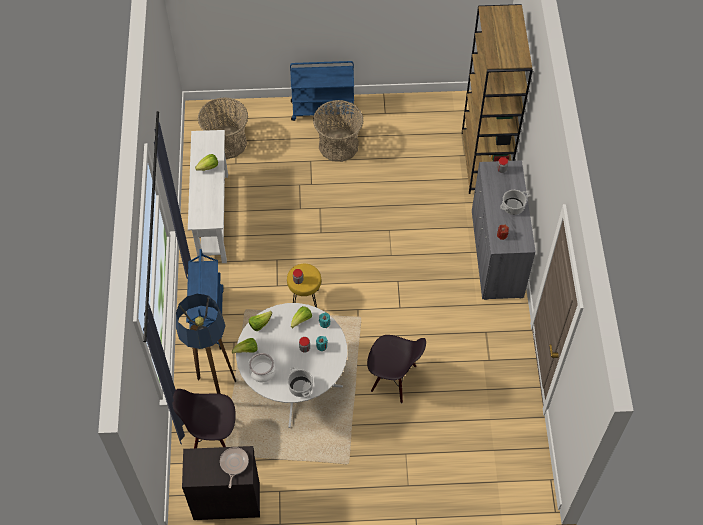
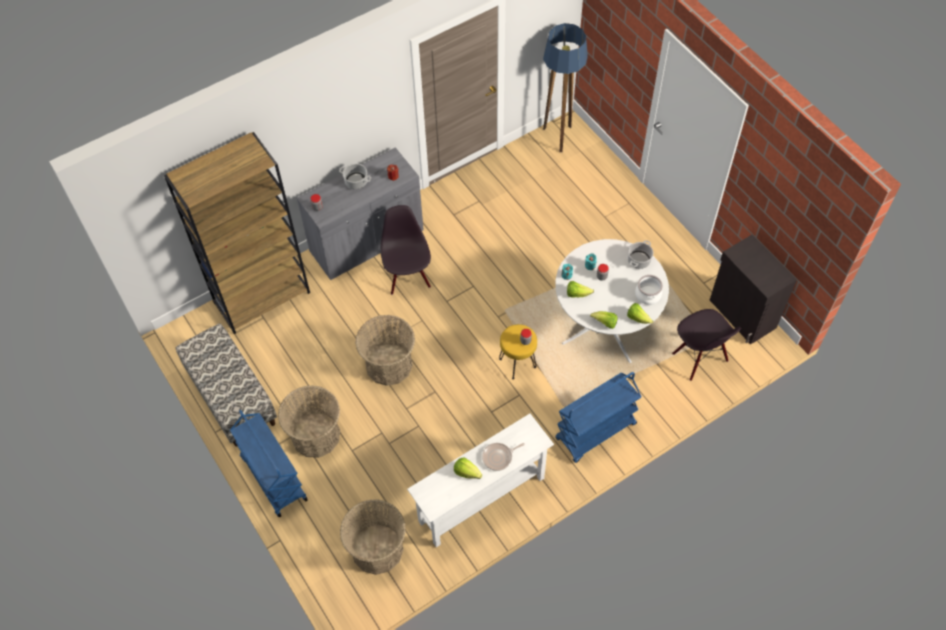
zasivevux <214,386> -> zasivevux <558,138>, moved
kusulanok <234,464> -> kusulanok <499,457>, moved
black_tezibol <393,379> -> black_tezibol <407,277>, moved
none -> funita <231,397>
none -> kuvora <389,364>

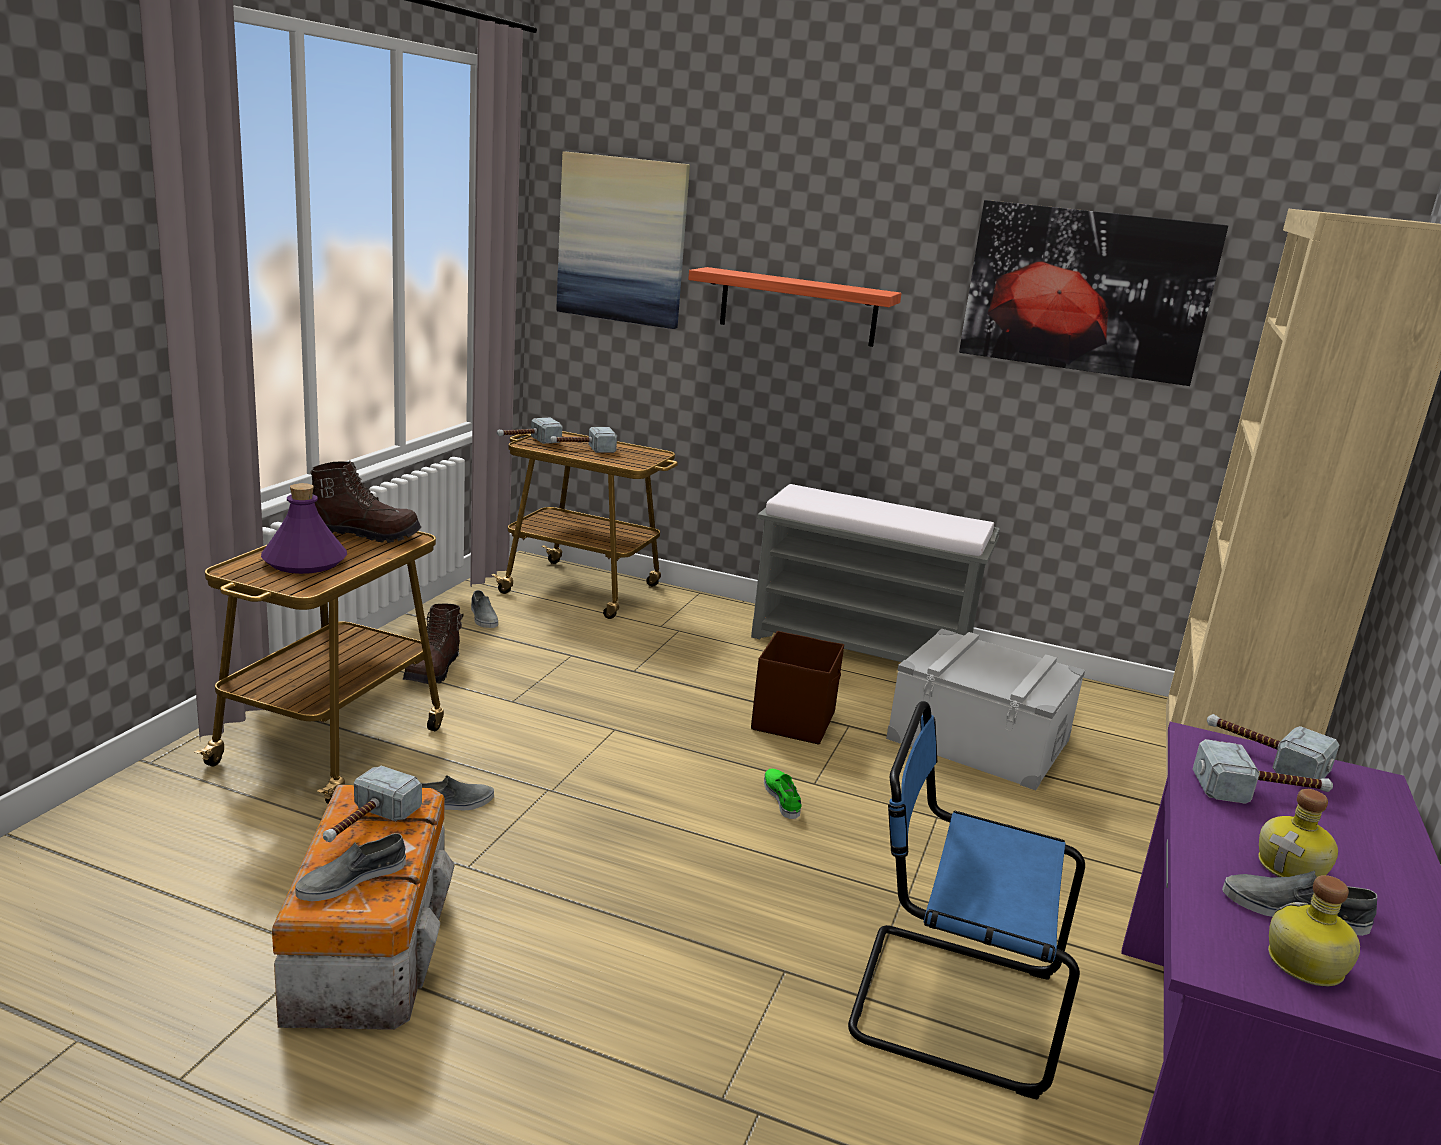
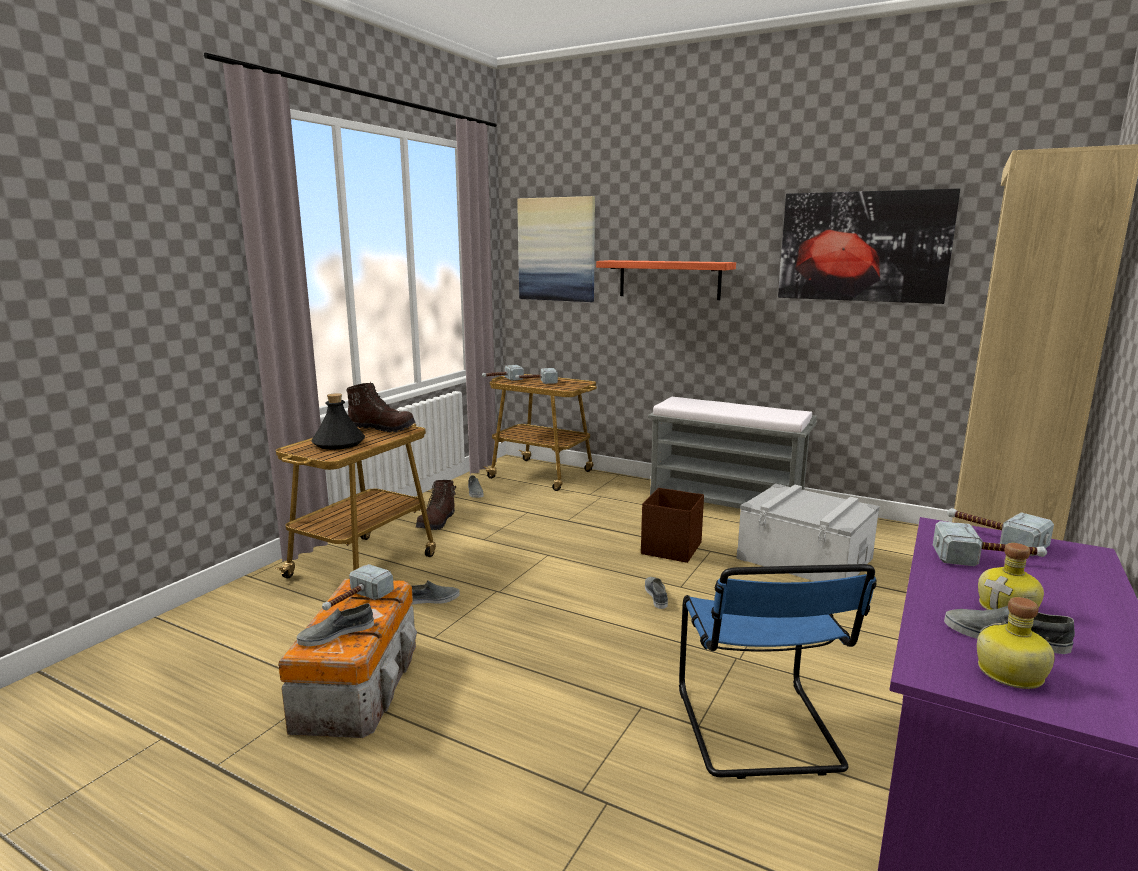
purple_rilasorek <305,562> -> black_rilasorek <339,443>
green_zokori <782,797> -> grey_zokori <656,595>
blue_tezibol <946,1004> -> blue_tezibol <759,732>, 120 degrees counterclockwise

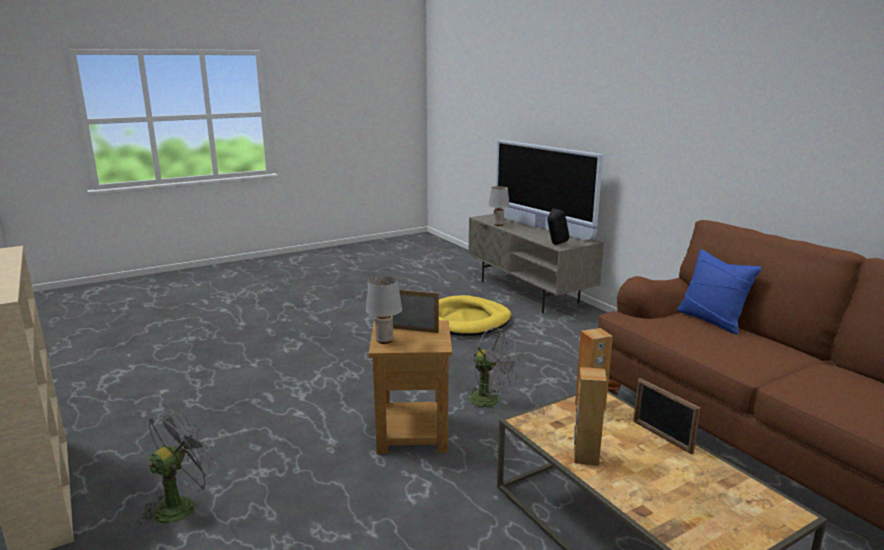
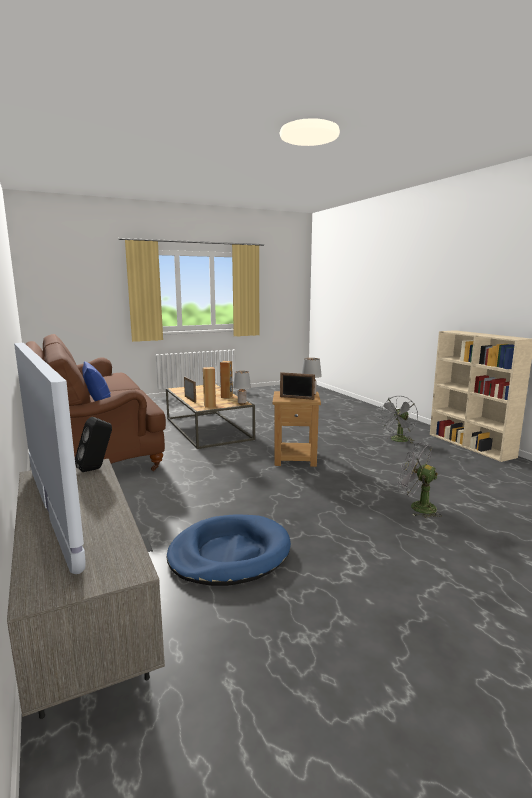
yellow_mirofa <466,320> -> blue_mirofa <229,554>
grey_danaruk <490,401> -> grey_danaruk <417,507>, moved
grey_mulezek <498,224> -> grey_mulezek <242,403>, moved

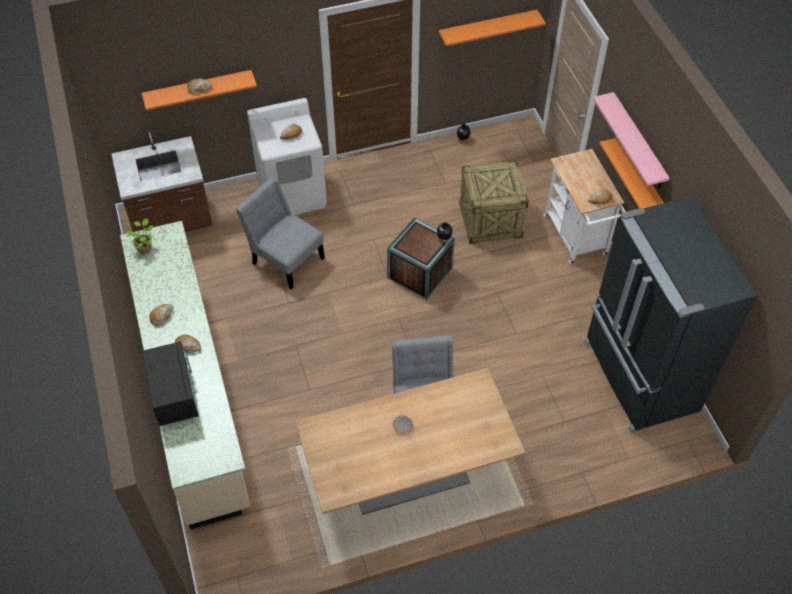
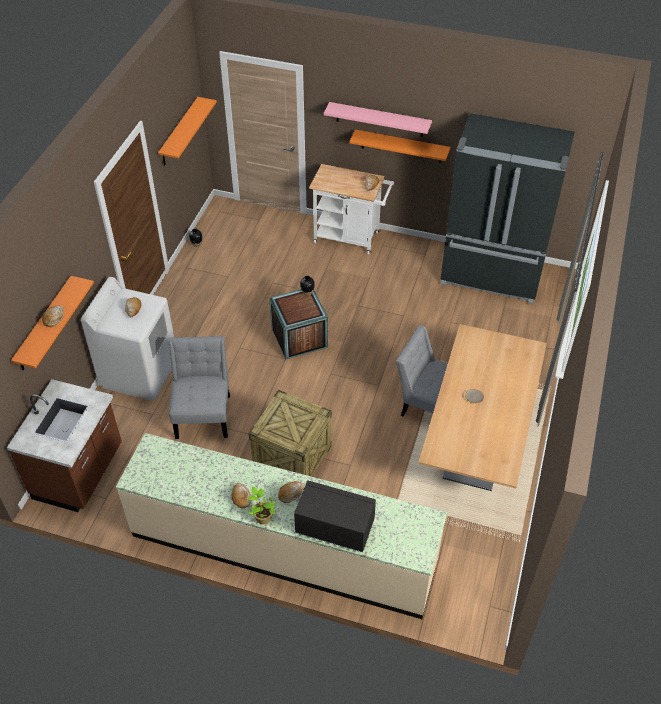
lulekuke <145,248> -> lulekuke <262,517>, moved
grey_tezibol <285,258> -> grey_tezibol <203,413>, 105 degrees clockwise
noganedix <490,219> -> noganedix <291,456>, moved

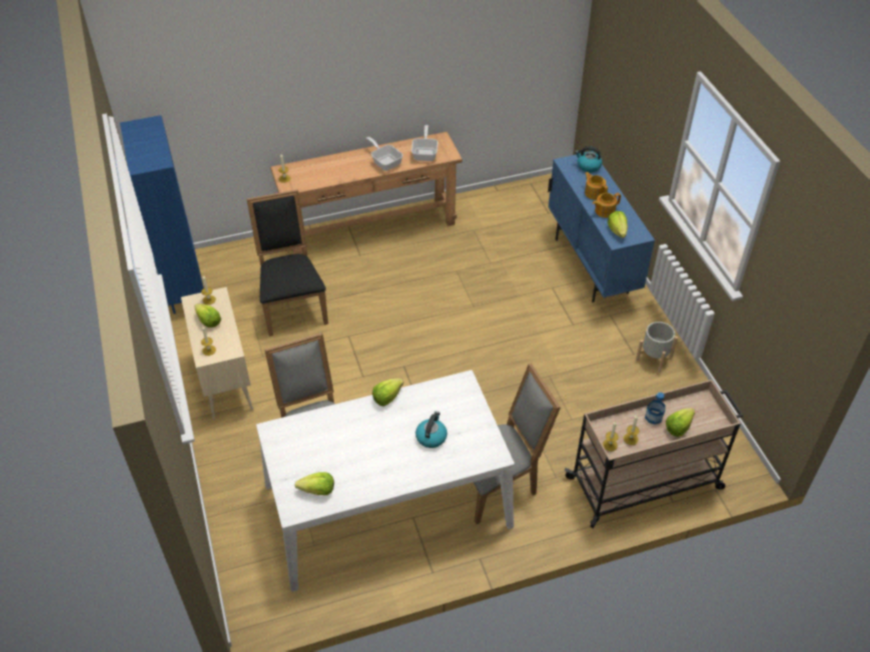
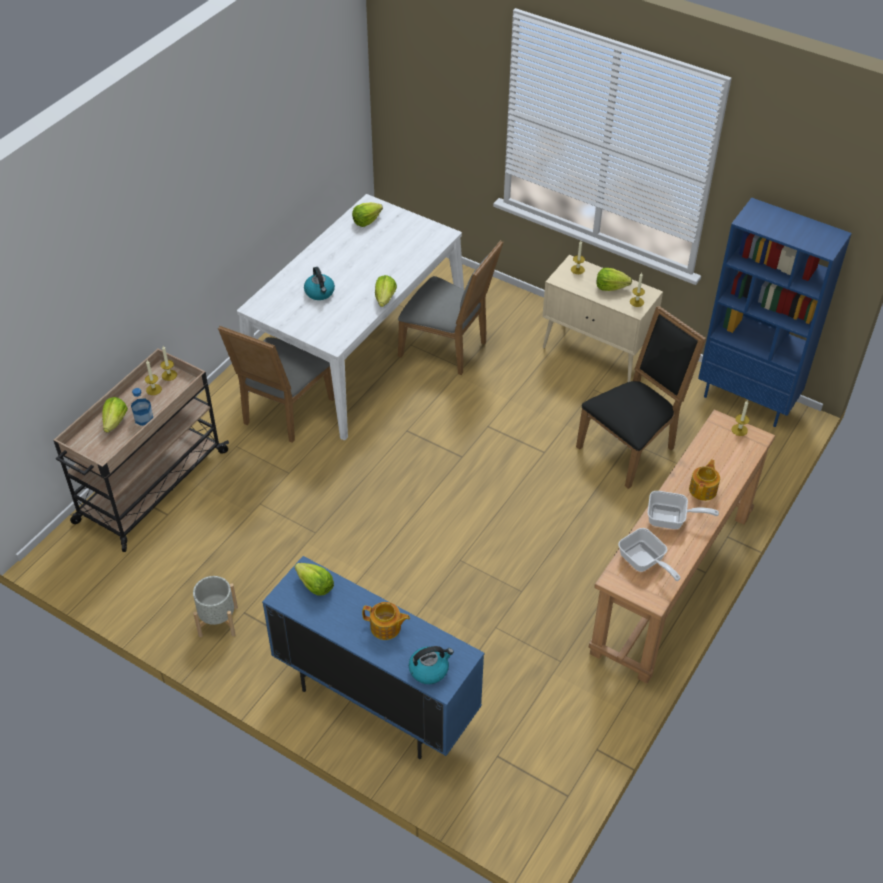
black_tezibol <292,305> -> black_tezibol <631,447>, 75 degrees counterclockwise
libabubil <604,211> -> libabubil <703,489>, moved

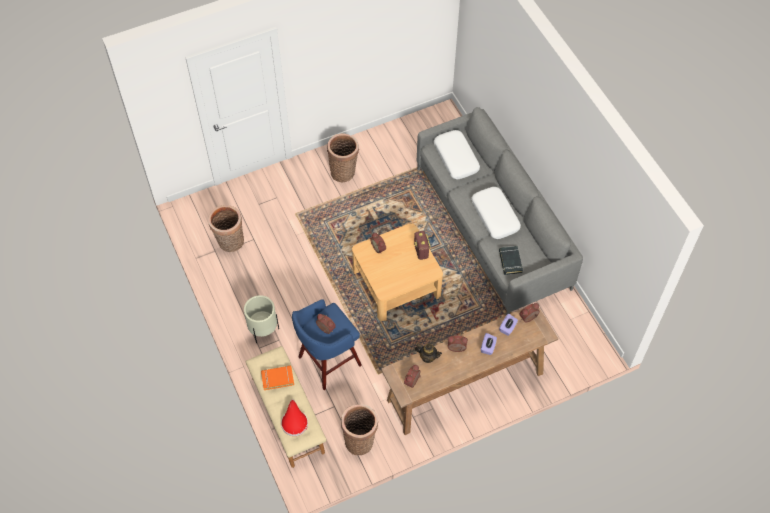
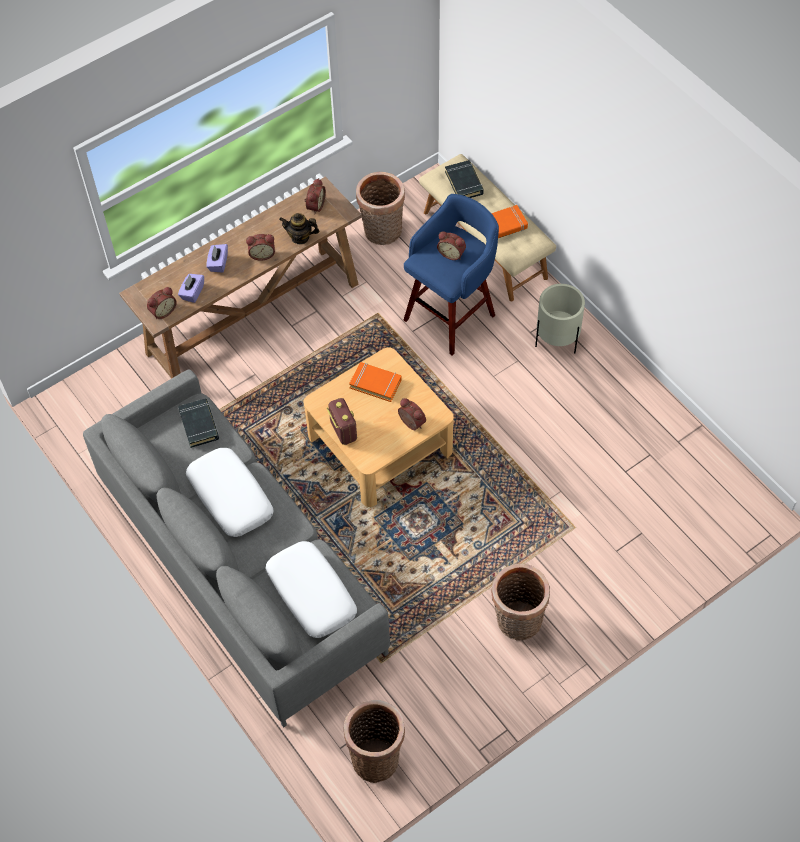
kuvora <230,243> -> kuvora <376,757>, moved
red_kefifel <294,421> -> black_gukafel <464,183>
none -> orange_gukafel <375,384>

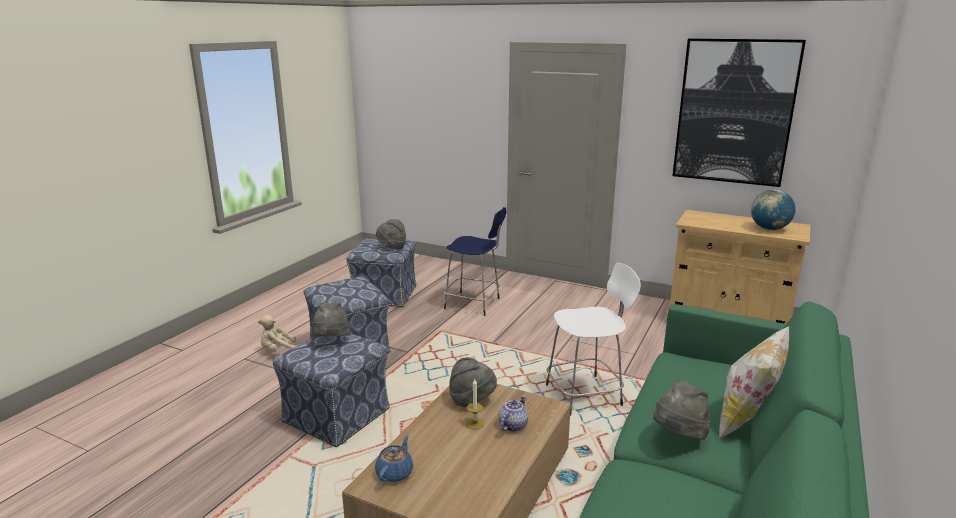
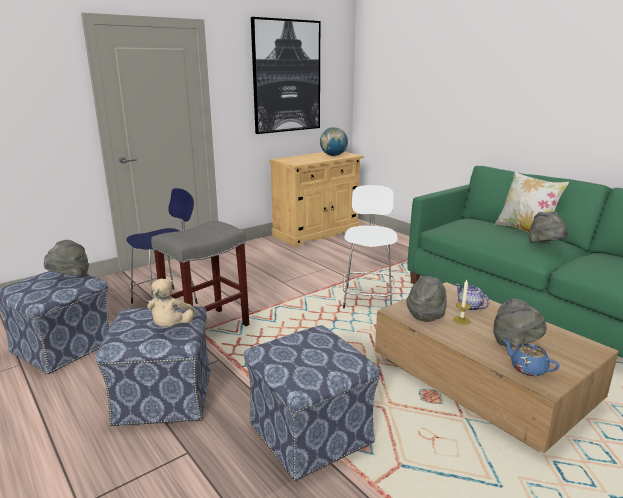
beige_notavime <278,351> -> beige_notavime <171,327>, moved
grey_kefifel <331,341> -> grey_kefifel <515,343>, moved
none -> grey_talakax <206,329>

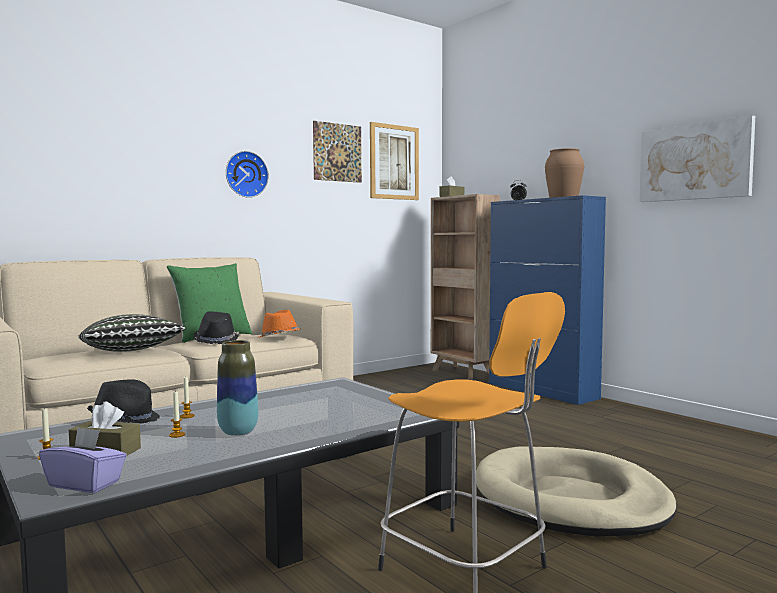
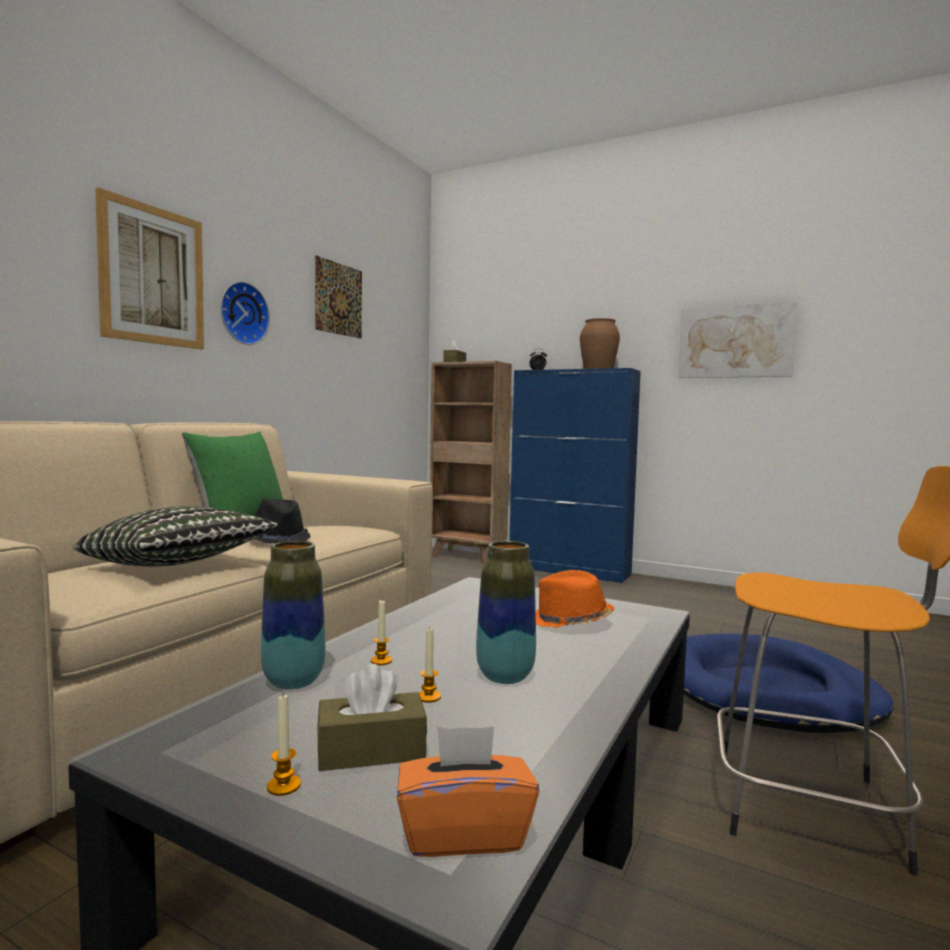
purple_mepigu <85,484> -> orange_mepigu <464,832>
black_kefifel <125,420> -> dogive <293,682>
orange_kefifel <279,338> -> orange_kefifel <570,622>, moved
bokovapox <394,162> -> bokovapox <152,275>, moved
beige_mirofa <570,499> -> blue_mirofa <766,691>

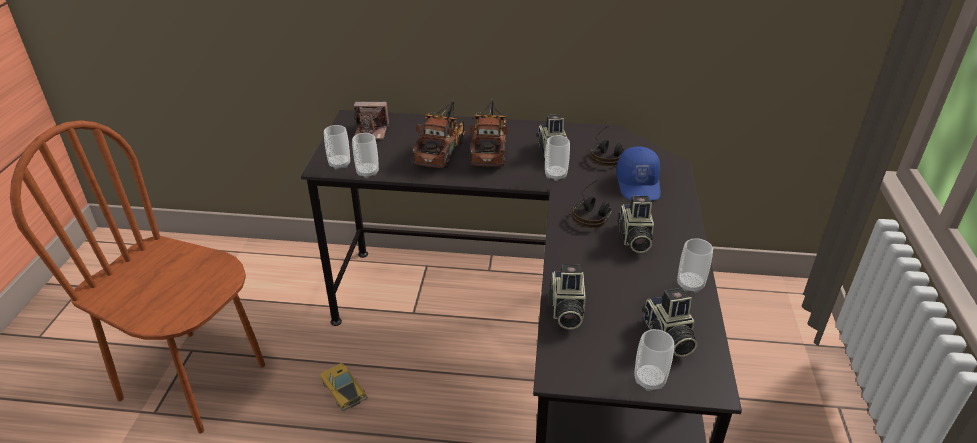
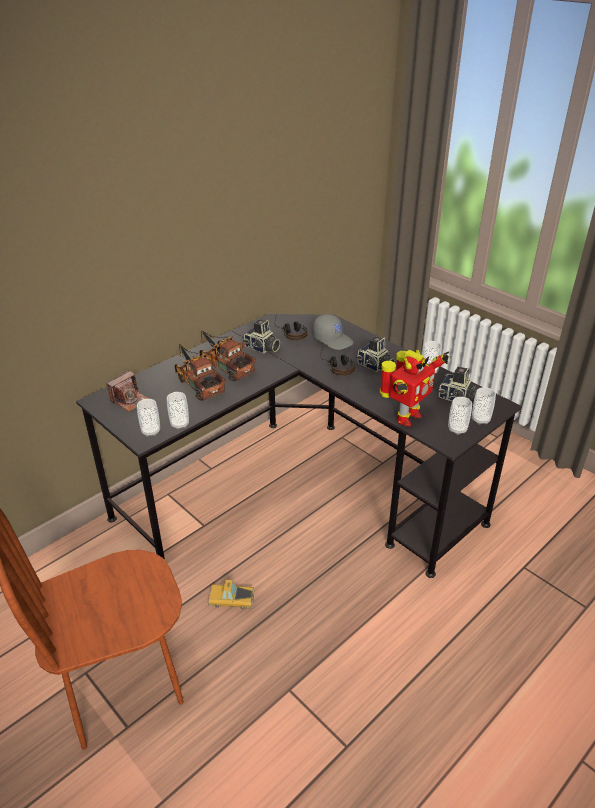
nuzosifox <555,175> -> nuzosifox <457,429>, moved
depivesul <565,310> -> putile <406,417>
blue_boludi <639,185> -> grey_boludi <333,339>

